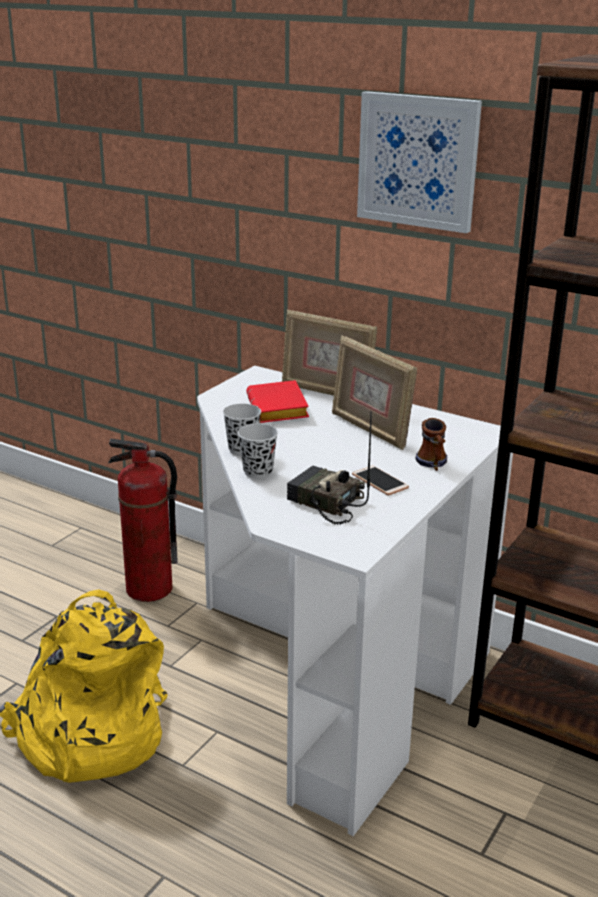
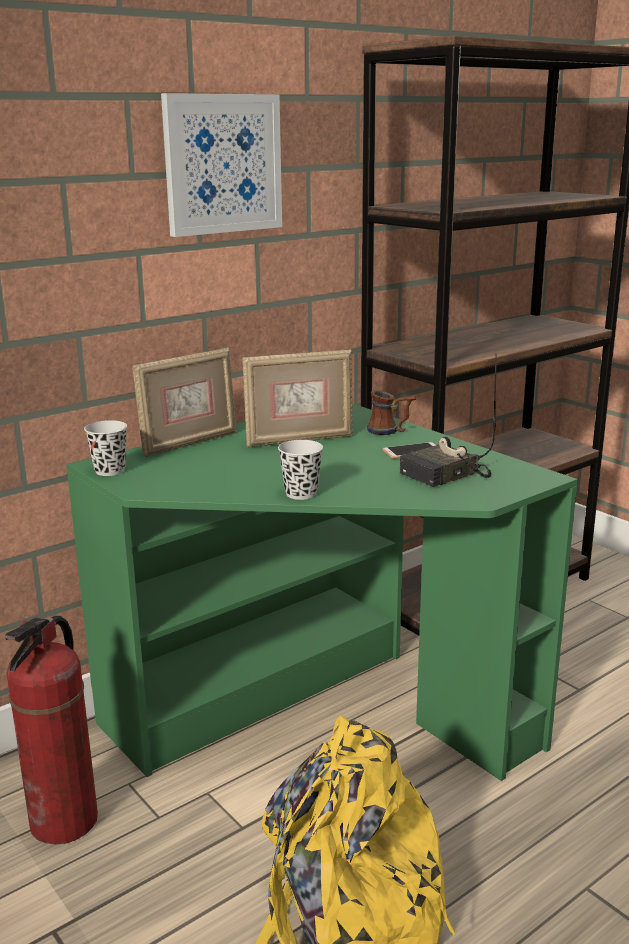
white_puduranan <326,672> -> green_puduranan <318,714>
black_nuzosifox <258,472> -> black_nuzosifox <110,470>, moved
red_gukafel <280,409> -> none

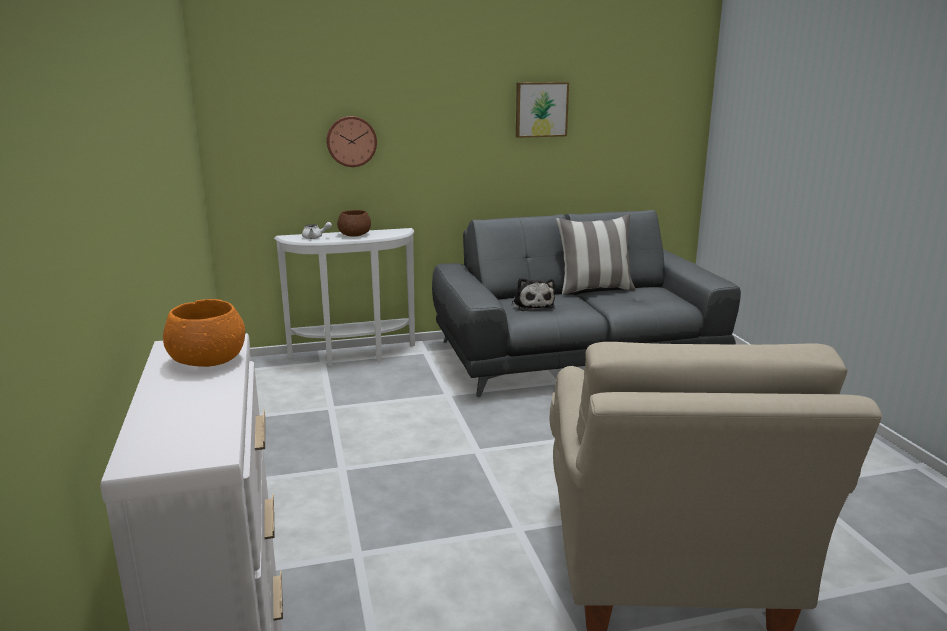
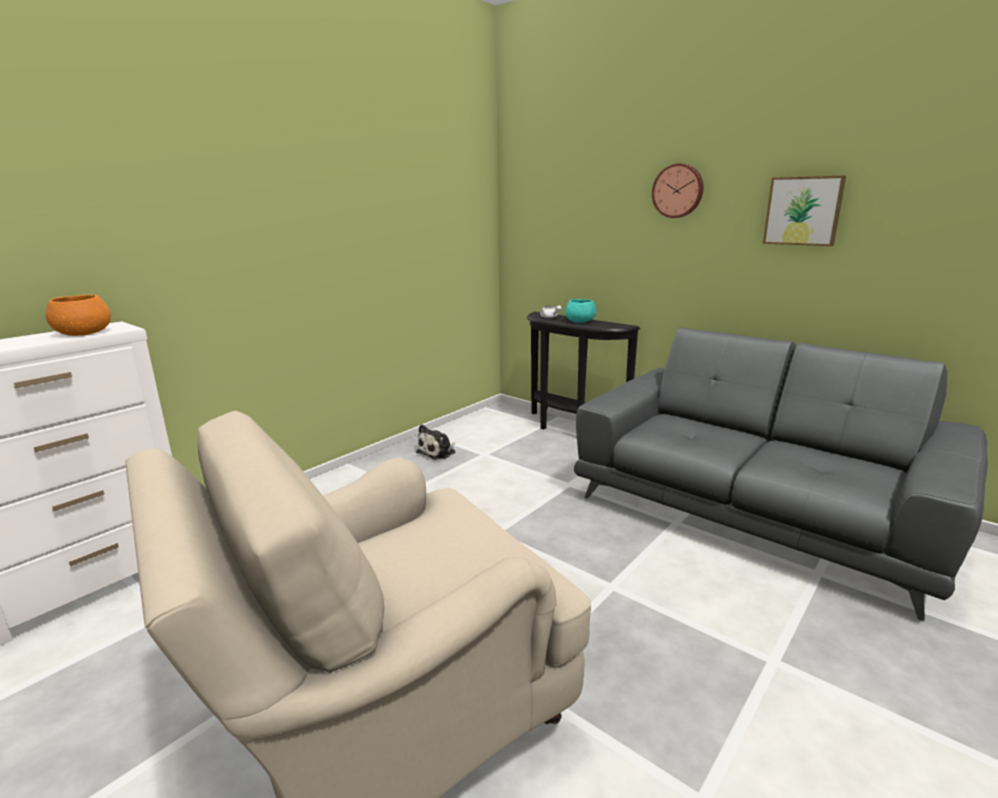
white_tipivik <354,356> -> black_tipivik <570,429>
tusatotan <351,141> -> tusatotan <678,191>, moved
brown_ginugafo <354,234> -> turquoise_ginugafo <579,321>
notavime <532,305> -> notavime <438,452>, moved
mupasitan <594,289> -> none

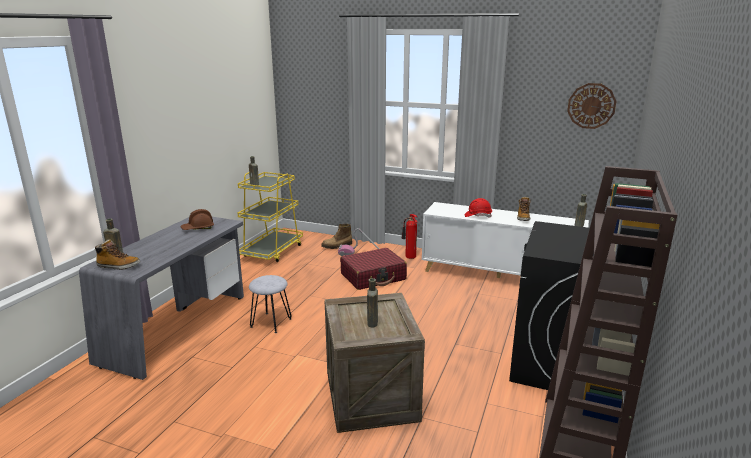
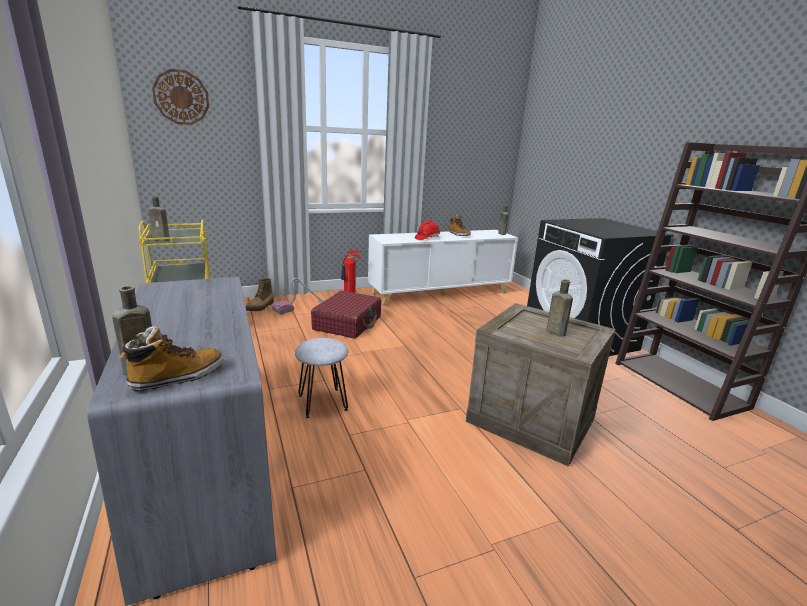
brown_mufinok <198,228> -> none
tusatotan <591,106> -> tusatotan <181,97>, moved

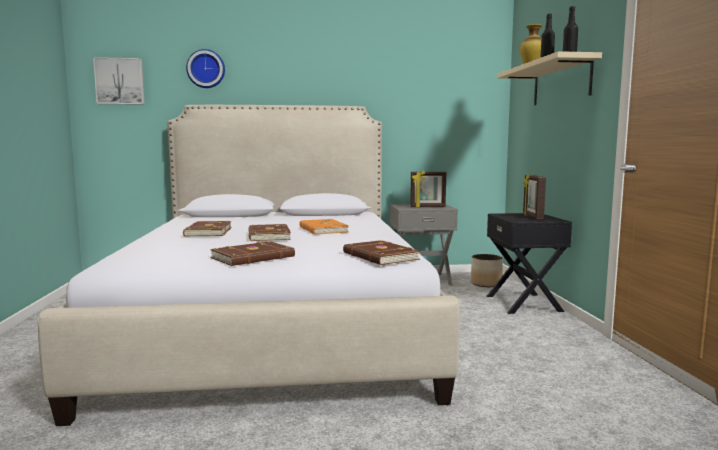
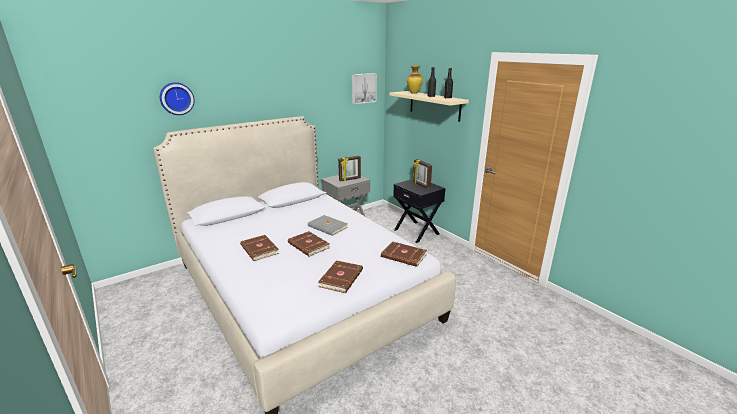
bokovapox <120,81> -> bokovapox <363,88>, moved
orange_gukafel <322,230> -> grey_gukafel <327,227>
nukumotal <485,284> -> none

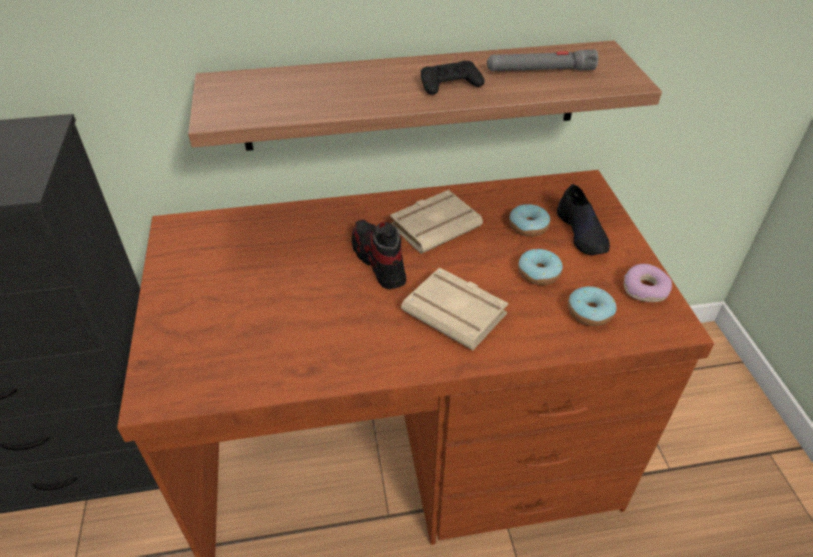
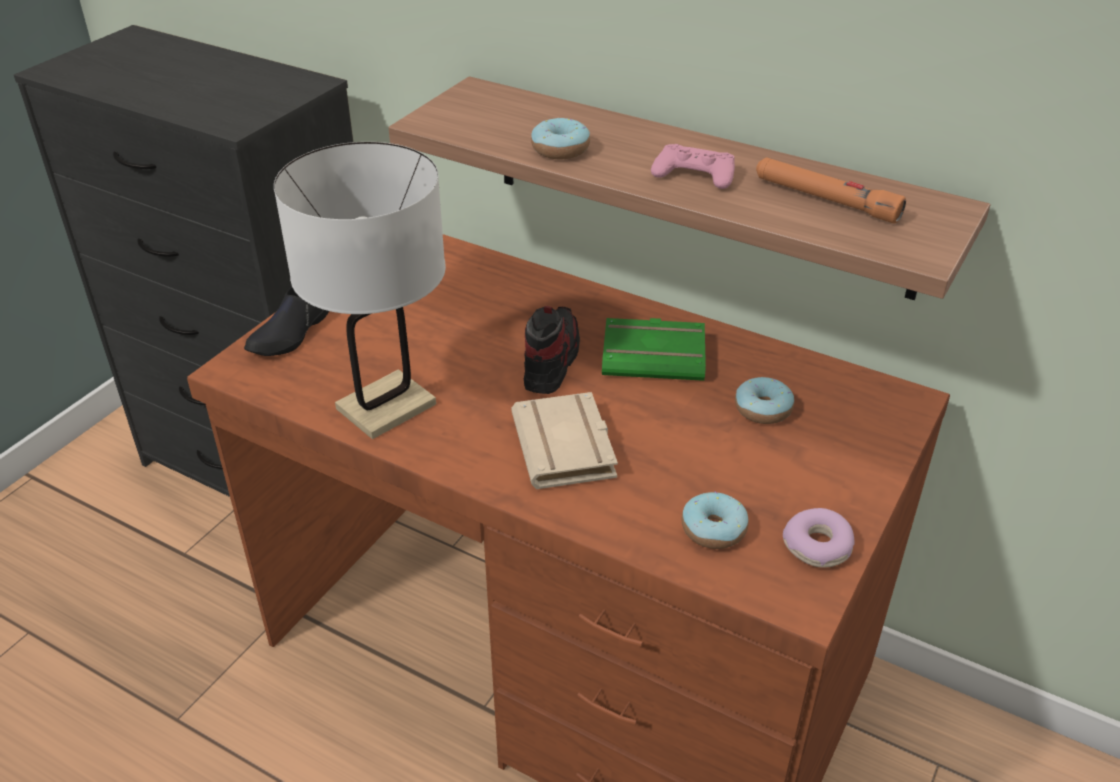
beige_gukafel <435,225> -> green_gukafel <655,355>
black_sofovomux <449,84> -> pink_sofovomux <694,174>
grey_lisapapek <540,70> -> orange_lisapapek <825,200>
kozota <538,273> -> kozota <560,149>, moved
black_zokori <582,232> -> black_zokori <290,332>, moved
none -> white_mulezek <386,406>

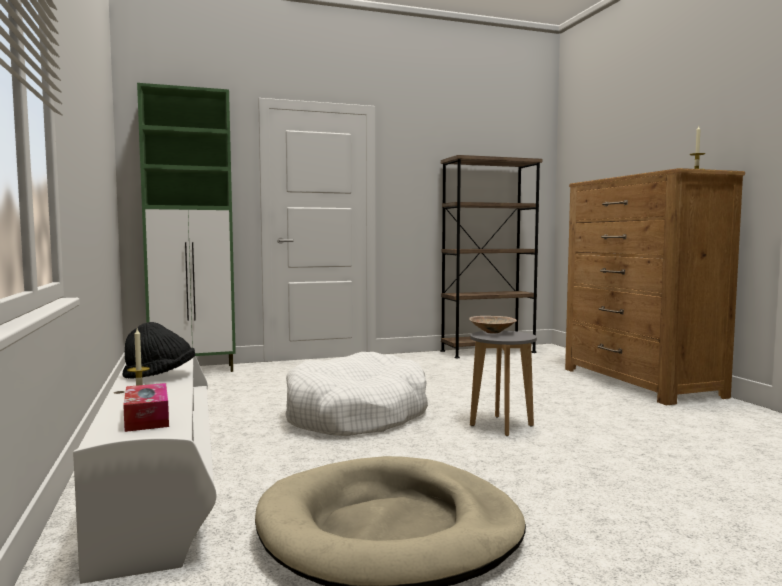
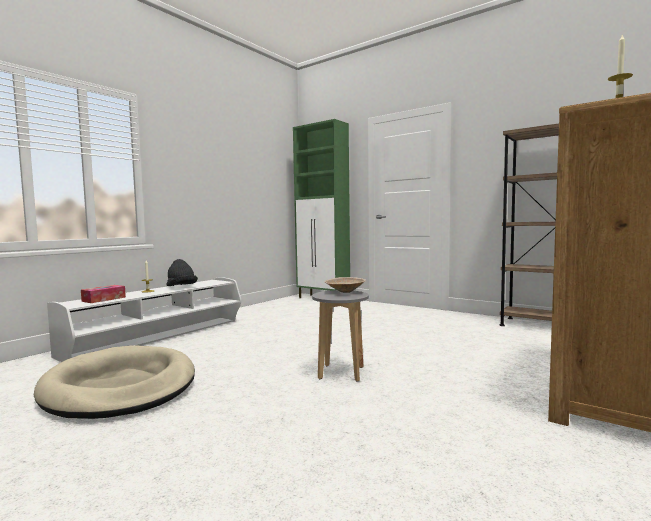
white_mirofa <356,415> -> none

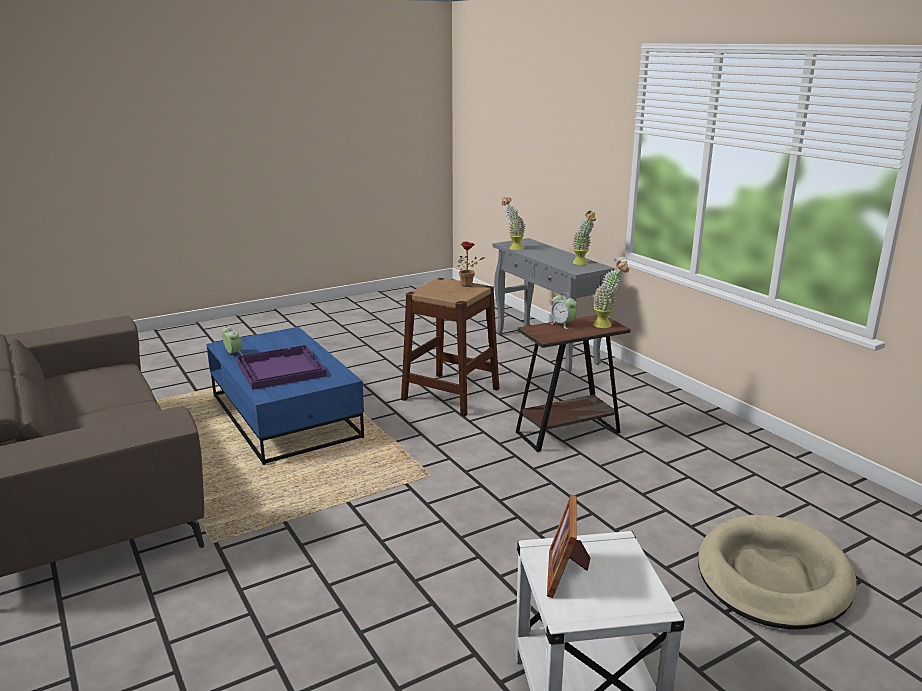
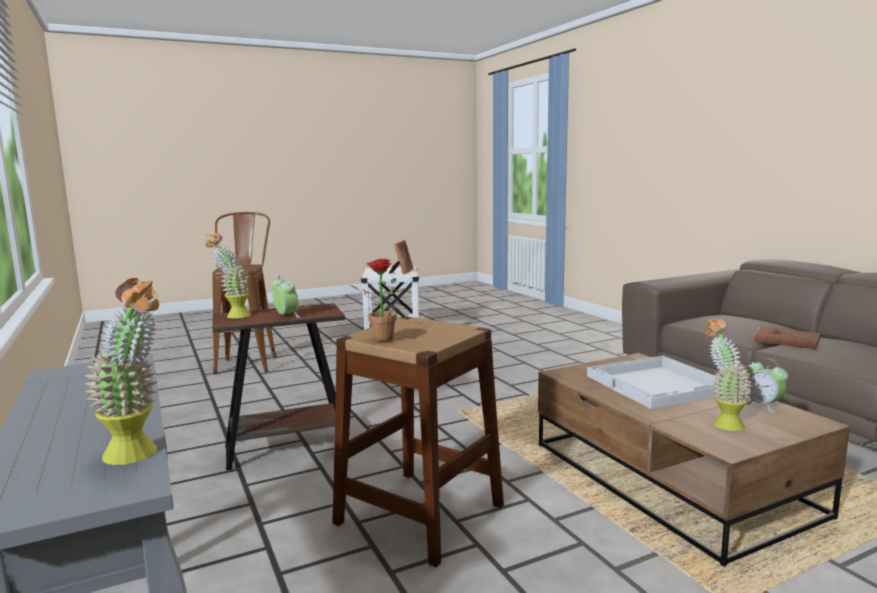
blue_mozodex <283,416> -> brown_mozodex <671,479>
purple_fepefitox <280,369> -> white_fepefitox <659,384>
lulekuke <582,263> -> lulekuke <722,422>, moved
beige_mirofa <773,577> -> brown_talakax <248,362>
none -> brown_gukafel <786,340>

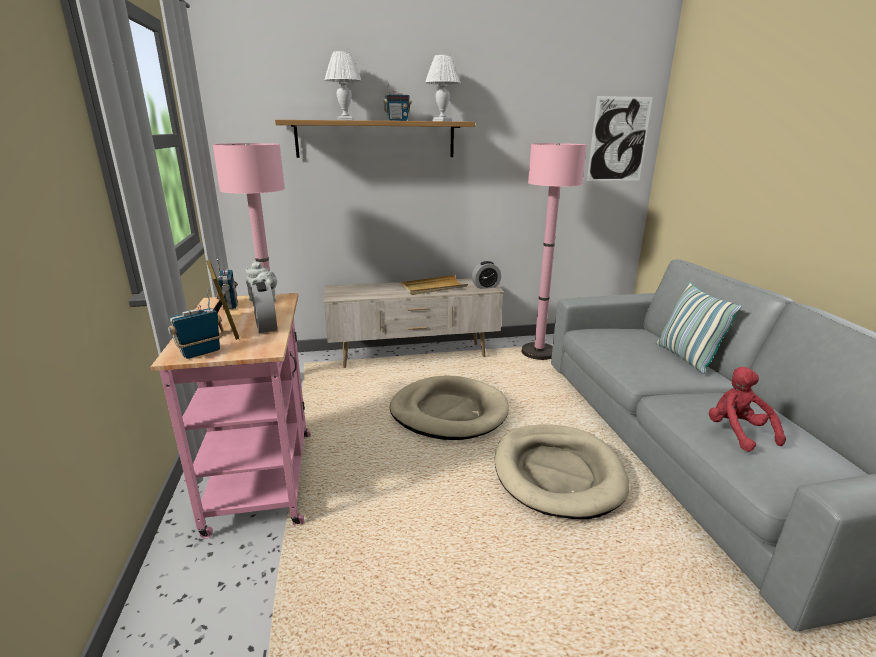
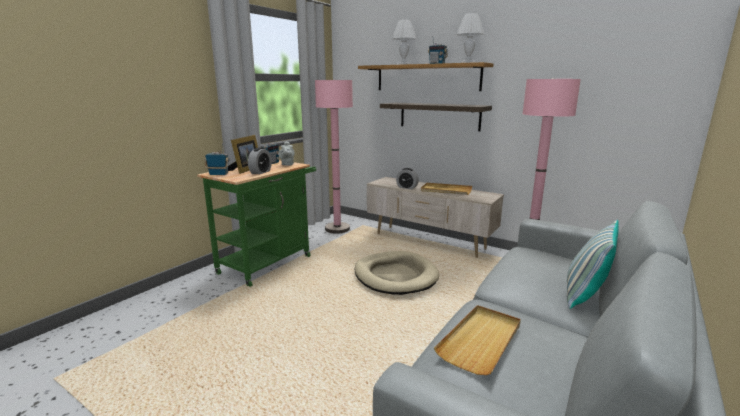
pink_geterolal <263,473> -> green_geterolal <269,262>
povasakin <486,286> -> povasakin <407,187>, moved
beige_mirofa <557,473> -> none
bokovapox <619,139> -> none
red_notavime <737,432> -> beige_fepefitox <481,340>
none -> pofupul <439,116>

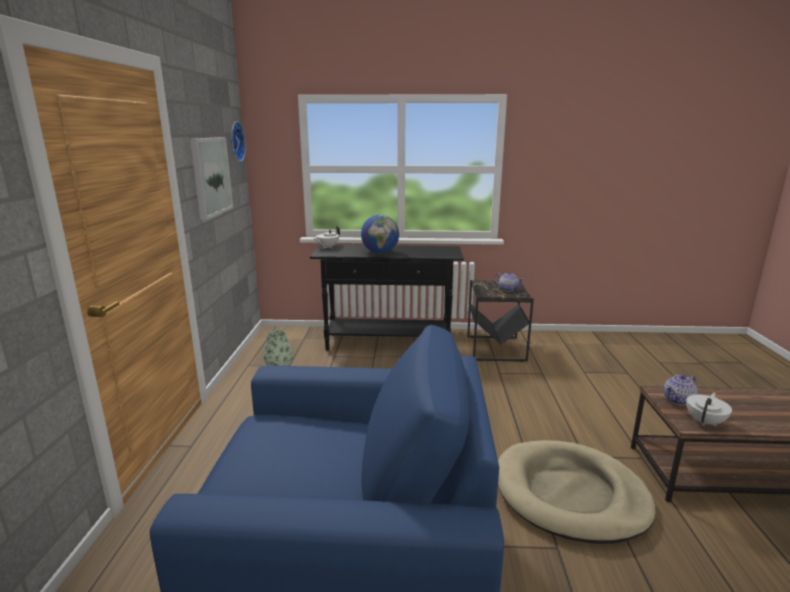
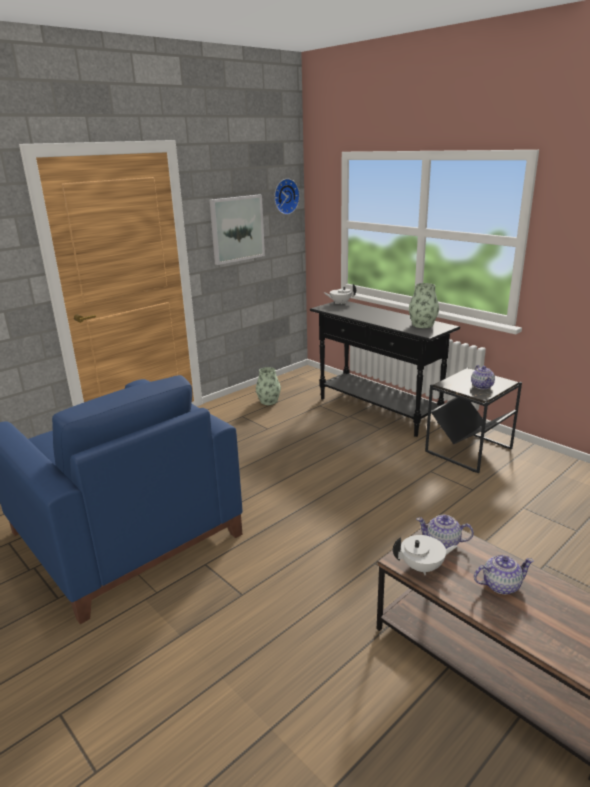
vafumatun <380,252> -> none
beige_mirofa <570,494> -> none
none -> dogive <422,325>
none -> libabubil <500,585>

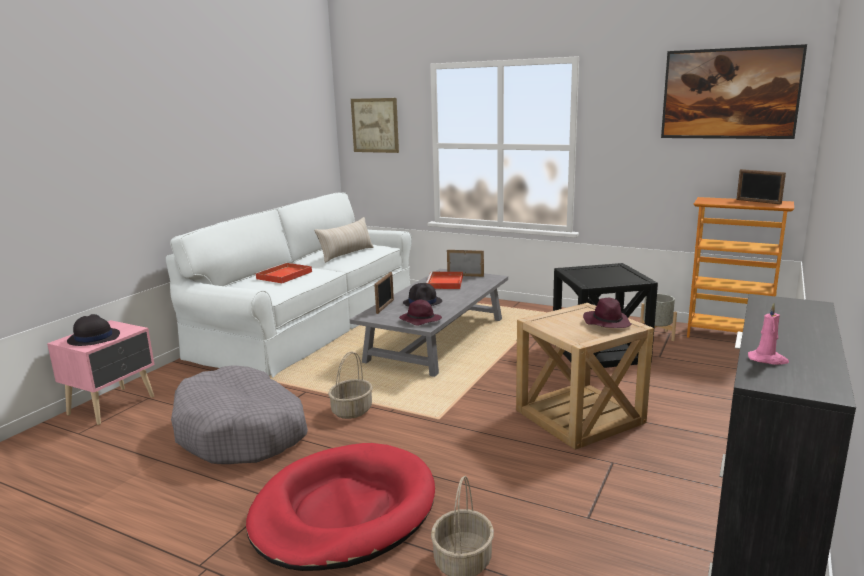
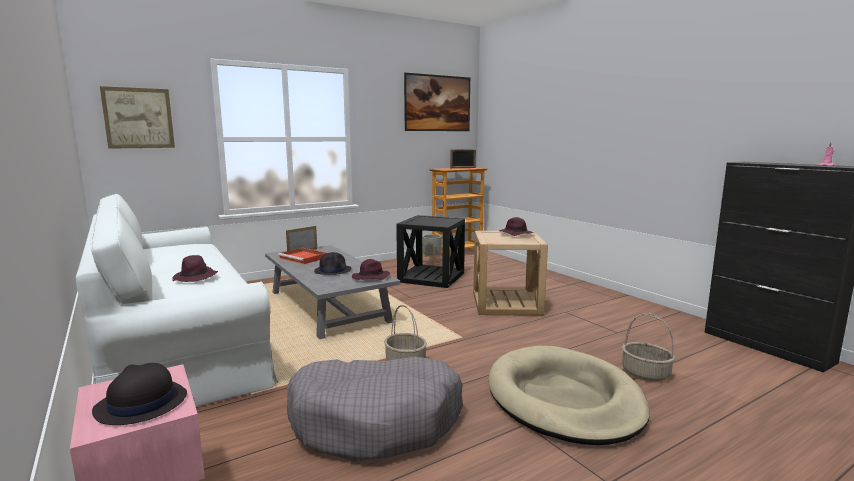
red_mirofa <344,511> -> beige_mirofa <564,399>
red_fepefitox <283,275> -> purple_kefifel <195,278>
beige_mupasitan <346,254> -> none
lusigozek <385,306> -> none

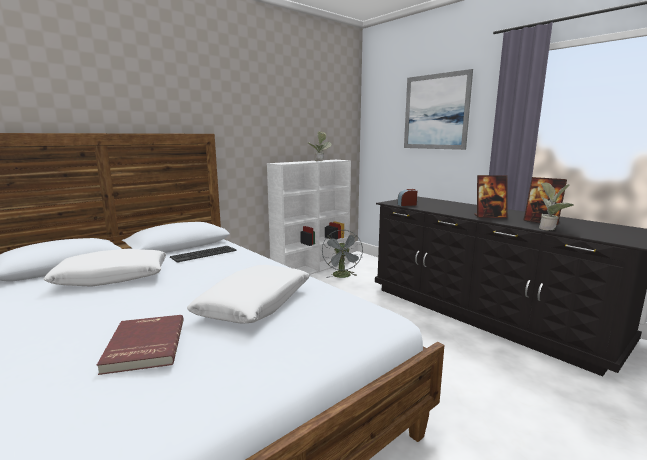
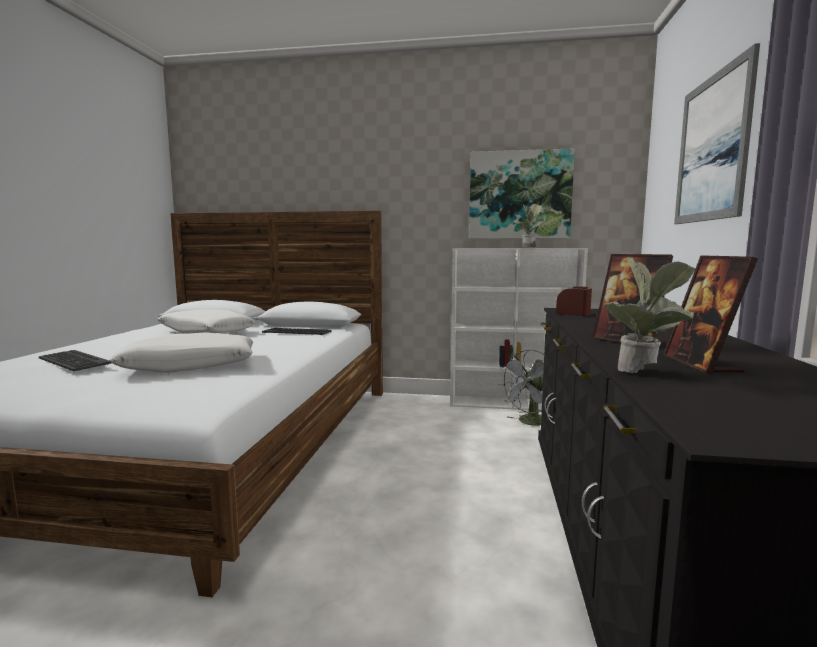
red_gukafel <143,346> -> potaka <73,361>
none -> bokovapox <519,195>

